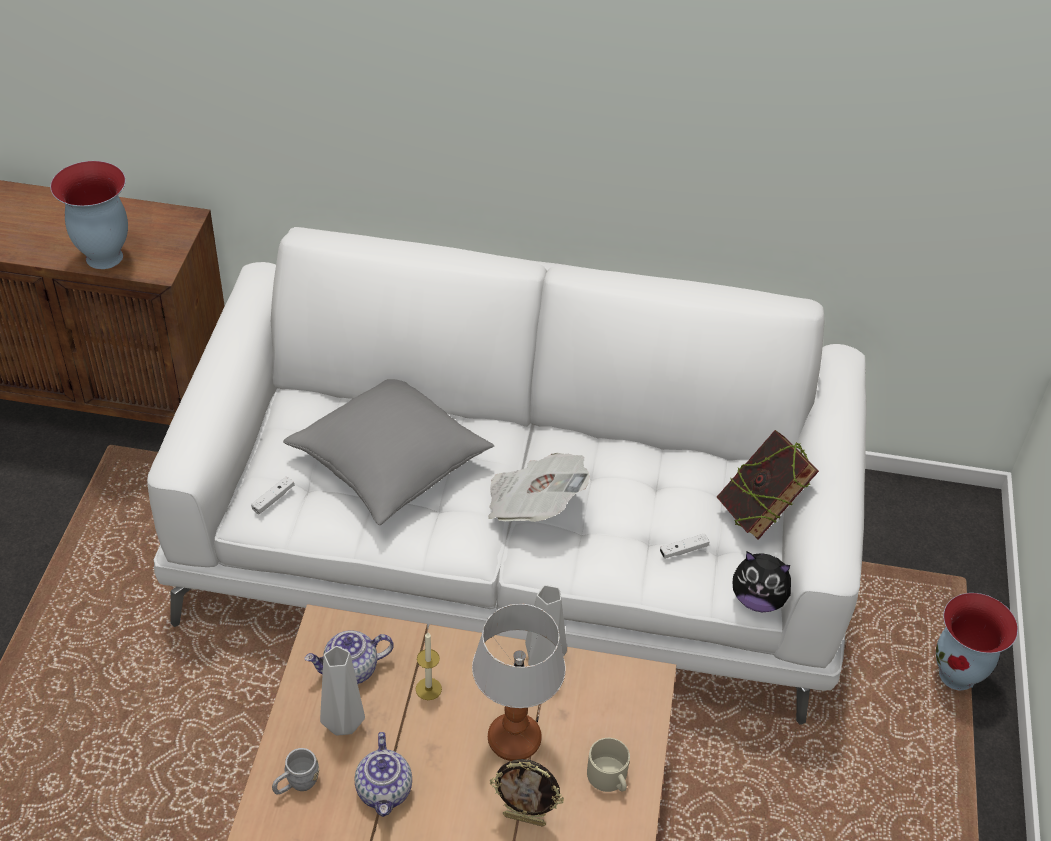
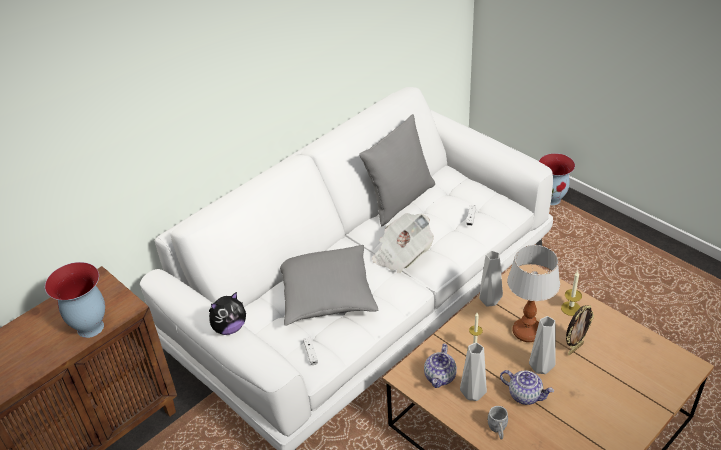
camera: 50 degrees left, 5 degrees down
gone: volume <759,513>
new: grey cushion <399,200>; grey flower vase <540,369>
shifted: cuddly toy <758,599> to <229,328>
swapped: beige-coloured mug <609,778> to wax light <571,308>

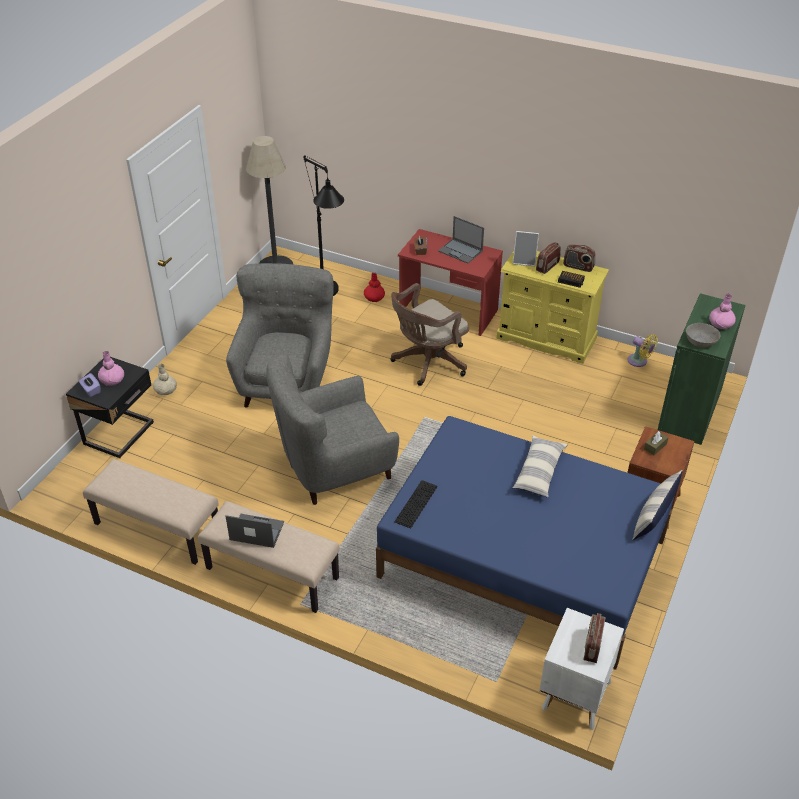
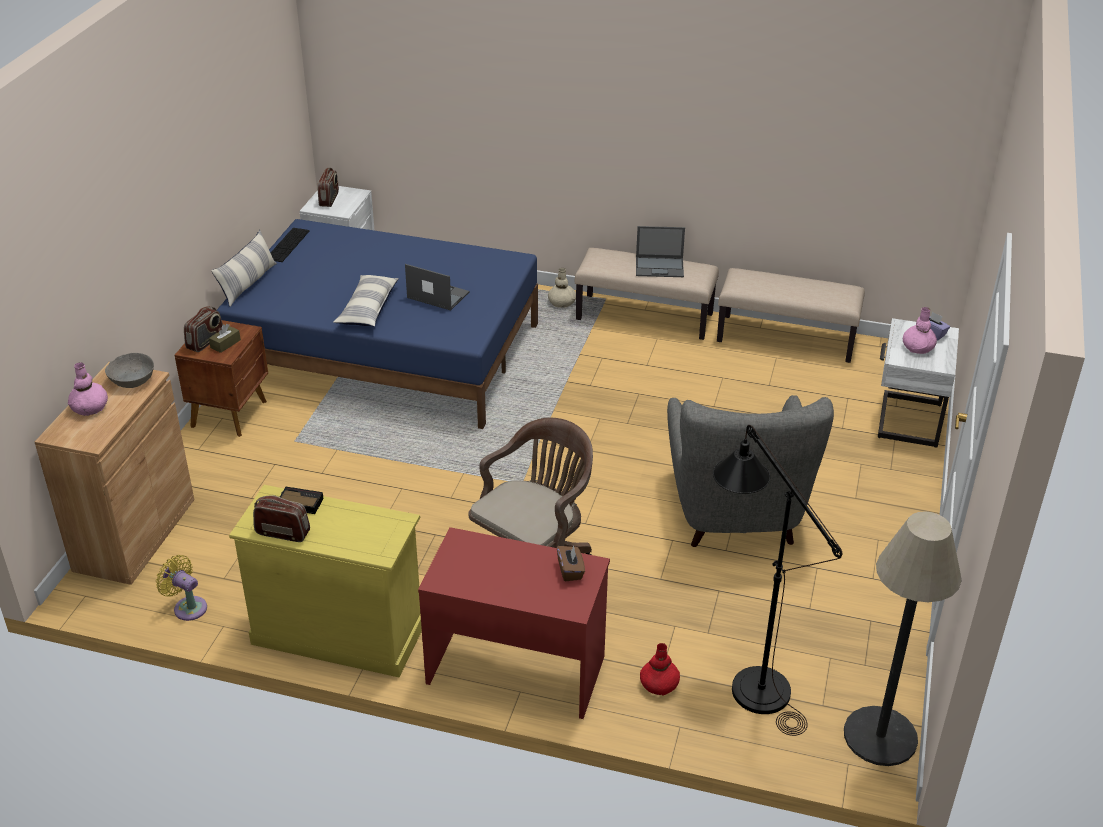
camera: 170 degrees right, 5 degrees down
gone: grey easy chair <334,468>; picture frame <524,261>
shifted: beige-coloured flower vase <166,389> to <561,302>; keyboard <416,504> to <287,245>; laptop <461,251> to <437,295>; radio receiver <547,266> to <205,342>
repainted: blackish night table <121,434> to white night table <906,421>; green cupboard <689,410> to brownish cupboard <135,534>

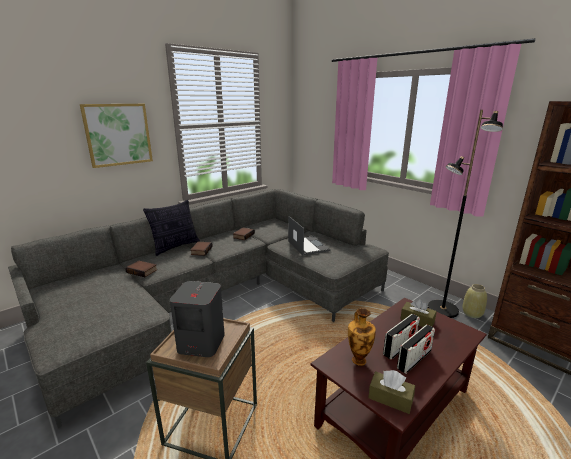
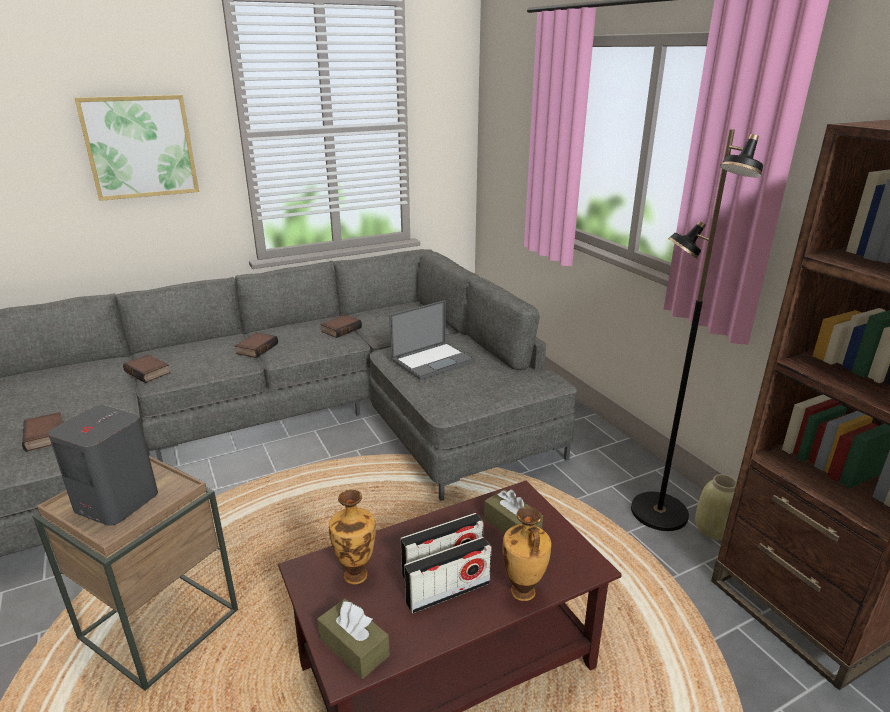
camera: 15 degrees right, 5 degrees up
gone: cushion <175,247>
new: volume <46,436>; flower vase <523,593>
rotated: laptop <308,246> = <433,360> 60 degrees clockwise

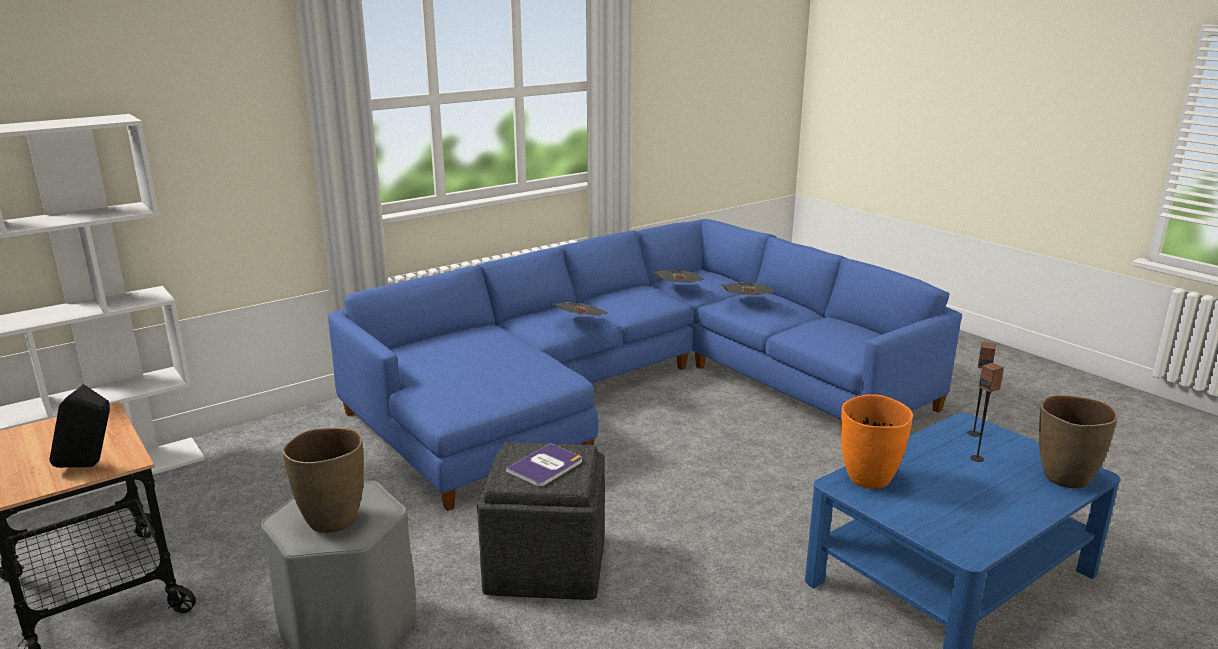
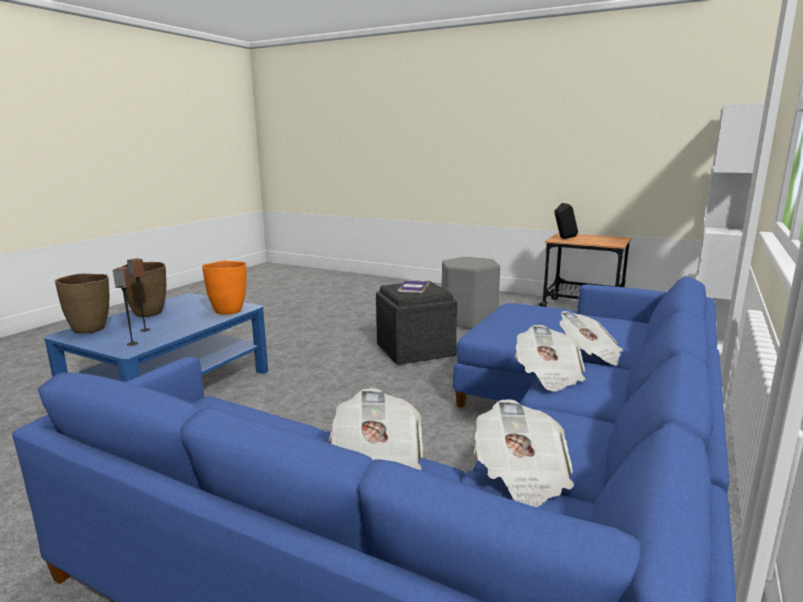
camera: 155 degrees right, 5 degrees down
new: printed paper <590,354>
shifted: brownish flower vase <332,520> to <149,313>

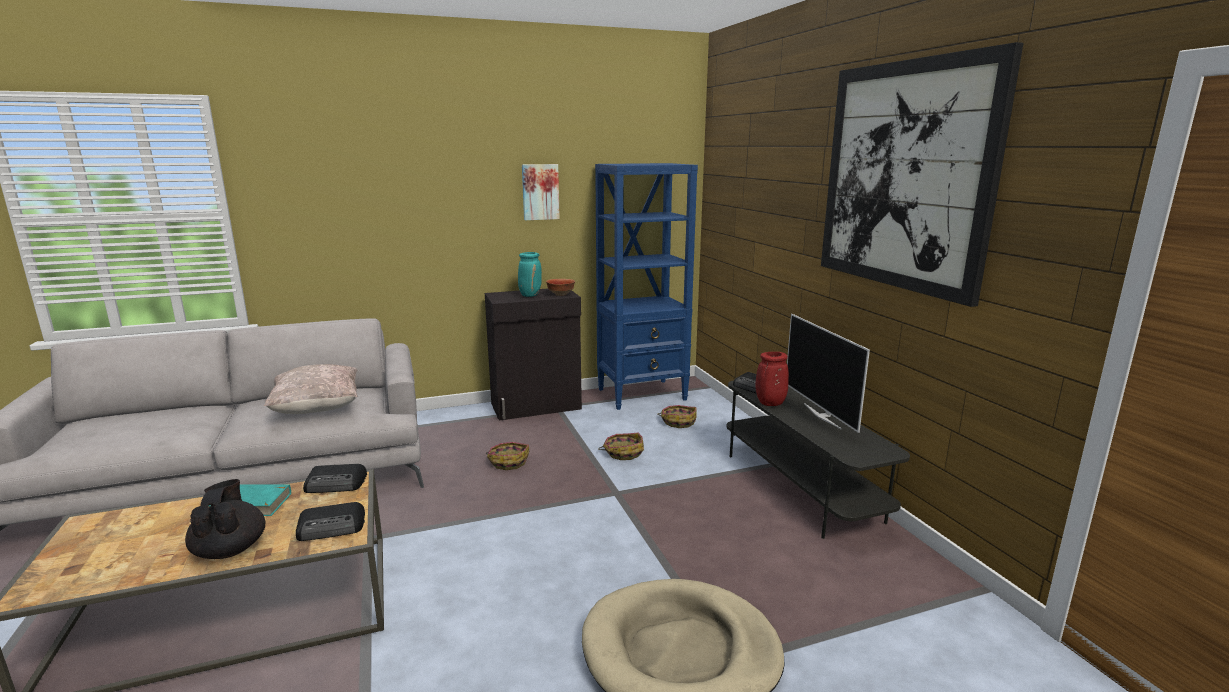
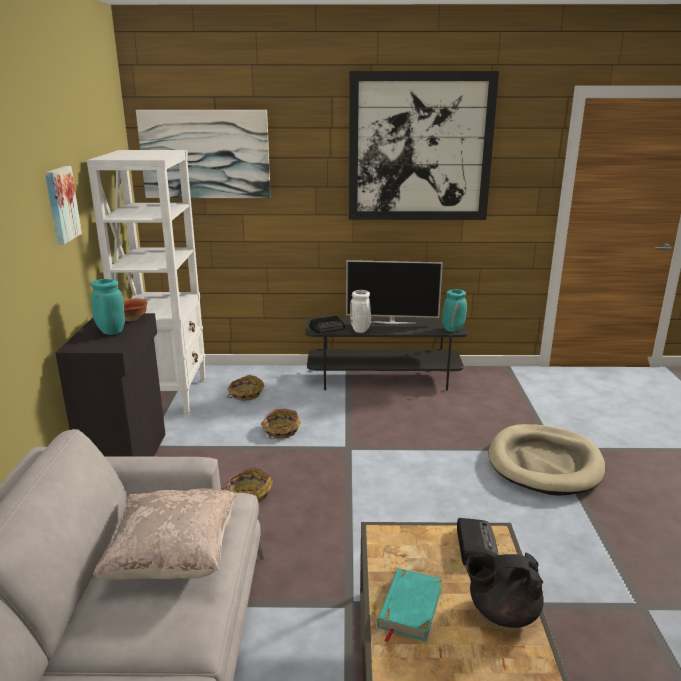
camera: 70 degrees left, 5 degrees up
gone: radio receiver <336,484>
new: wall art <205,154>; turquoise flower vase <453,329>
repainted: blue-coloured bookcase <643,394> to white bookcase <168,396>; reddish flower vase <770,404> to white flower vase <360,330>

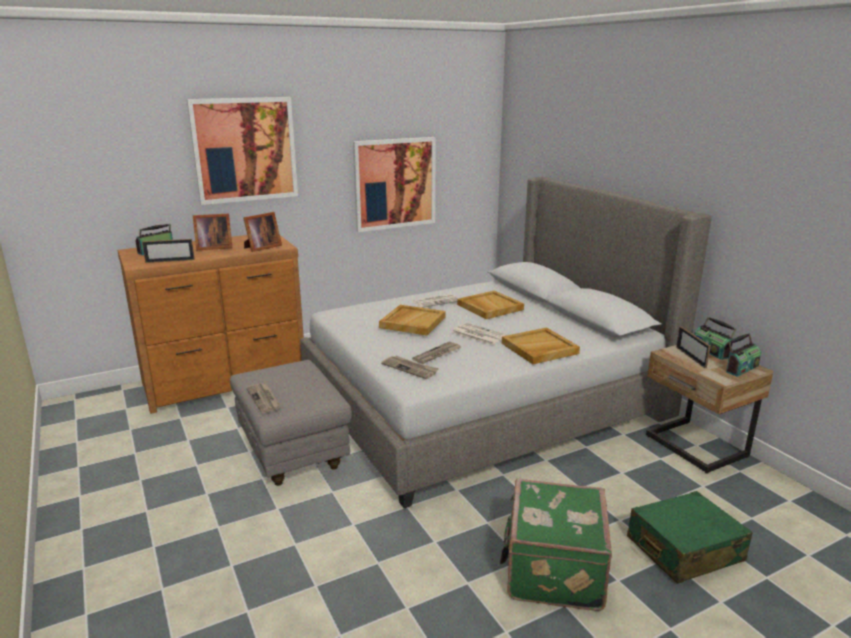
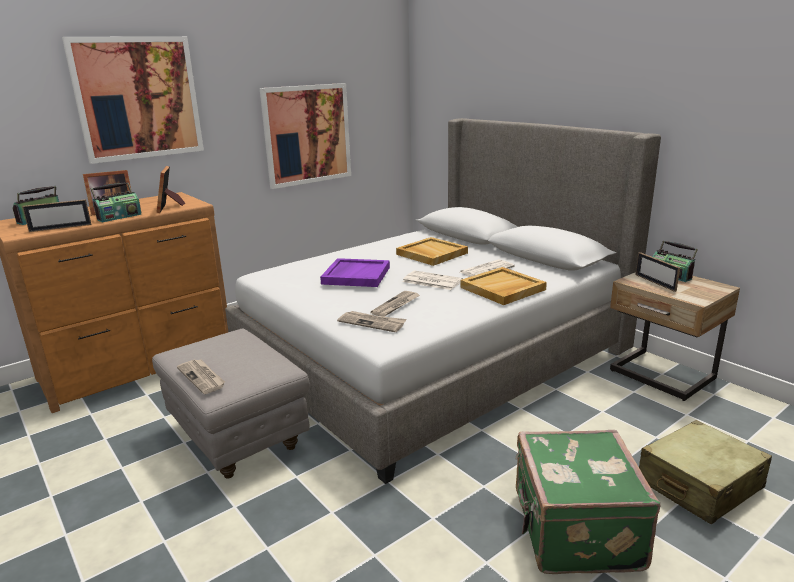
camera: 10 degrees left, 0 degrees up
shifted: printed paper <436,301> to <487,269>; radio receiver <741,368> to <119,217>
repainted: beige-coloured carrying tray <412,322> to purple carrying tray <356,275>; green travel case <684,549> to beige-coloured travel case <699,485>
rotated: picture frame <261,248> = <170,207> 135 degrees clockwise

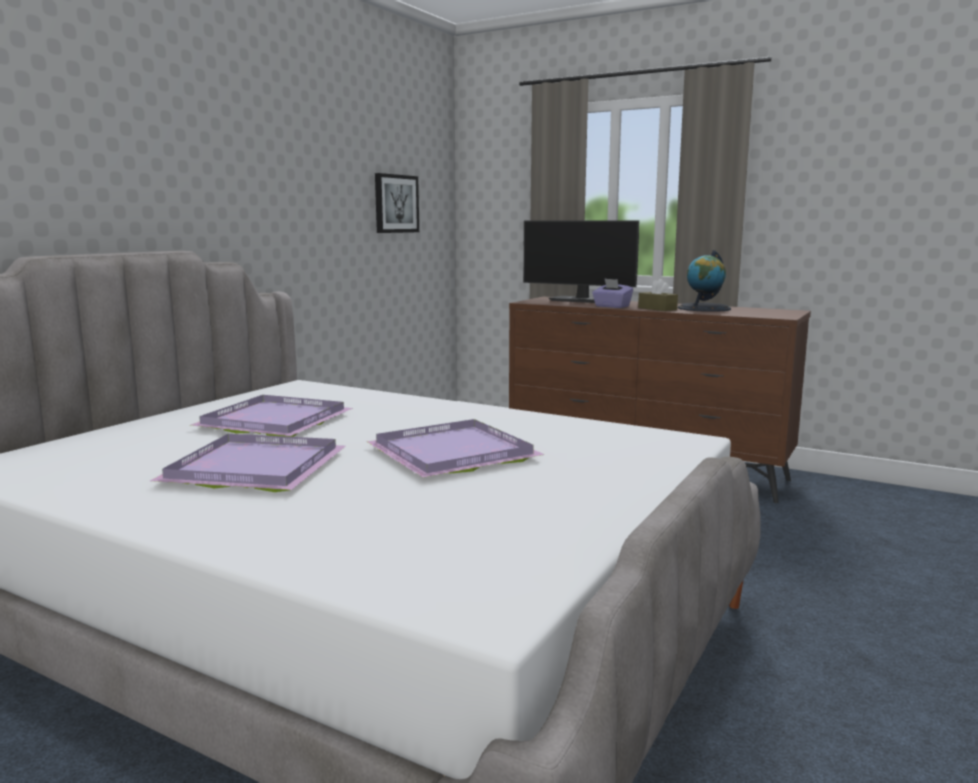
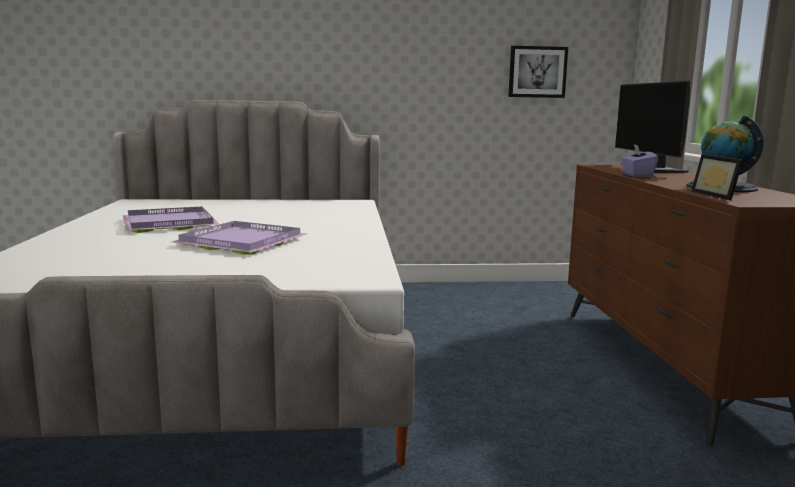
camera: 55 degrees right, 0 degrees up
gone: purple carrying tray <274,421>; brownish tissue holder <657,309>
new: picture frame <719,196>

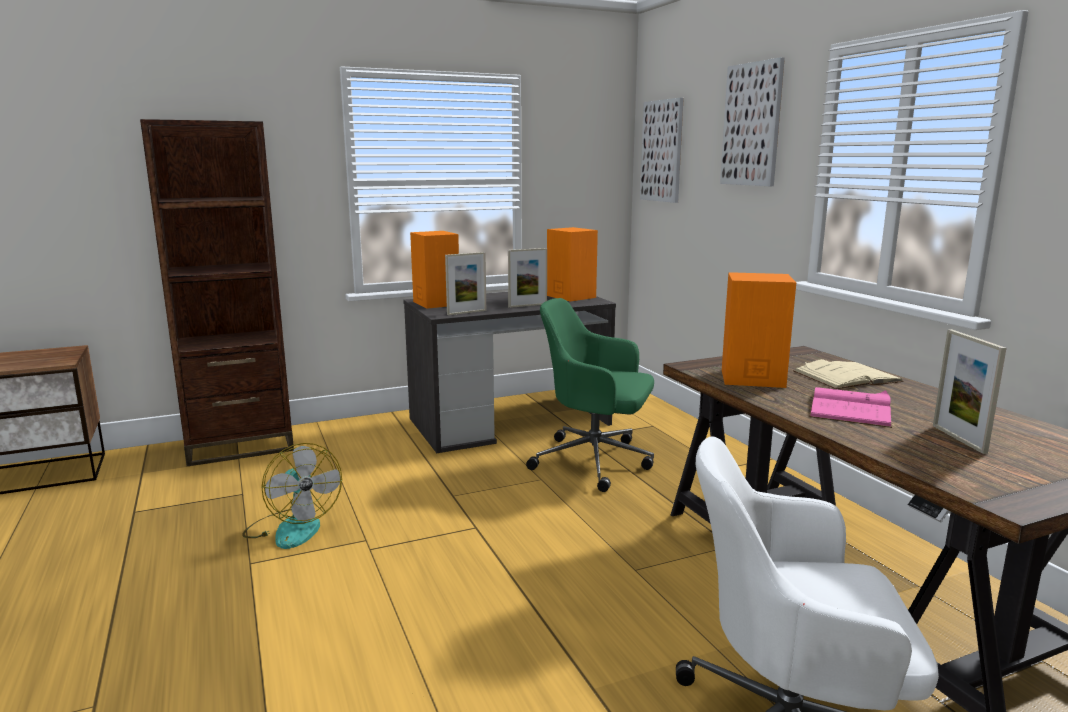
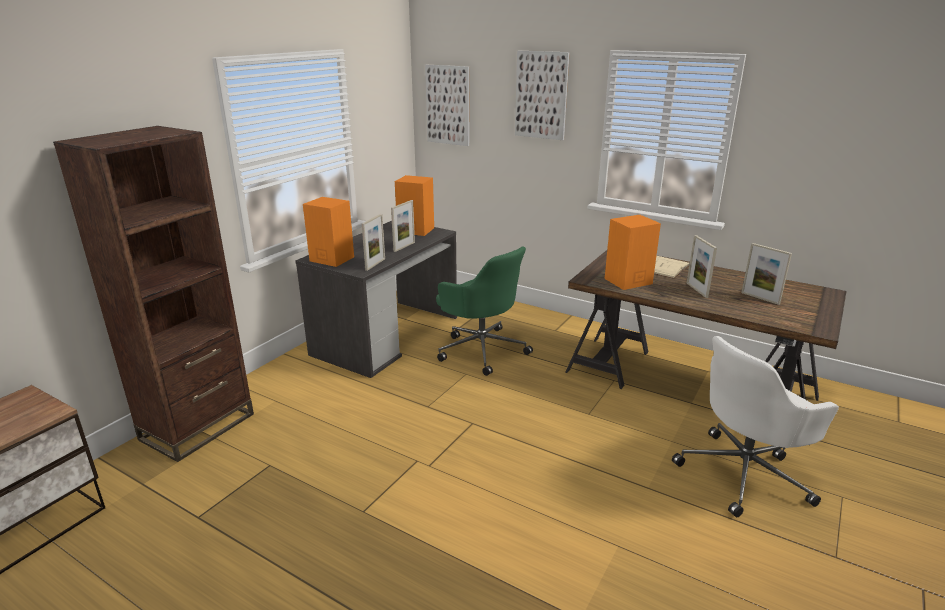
camera: 35 degrees left, 10 degrees up
gone: electric fan <292,528>
swapped: pink-coloured volume <850,407> to picture frame <697,290>
rotated: green office chair <595,461> = <481,349> 120 degrees counterclockwise

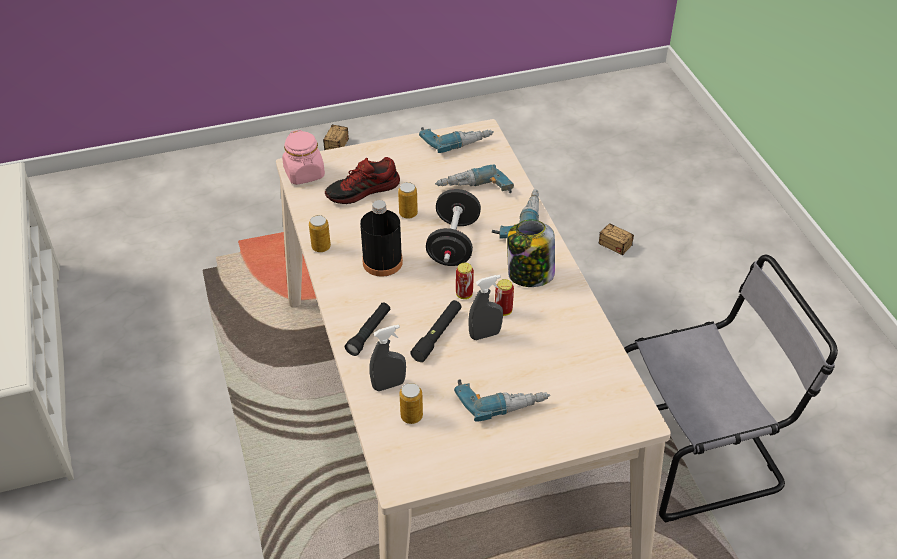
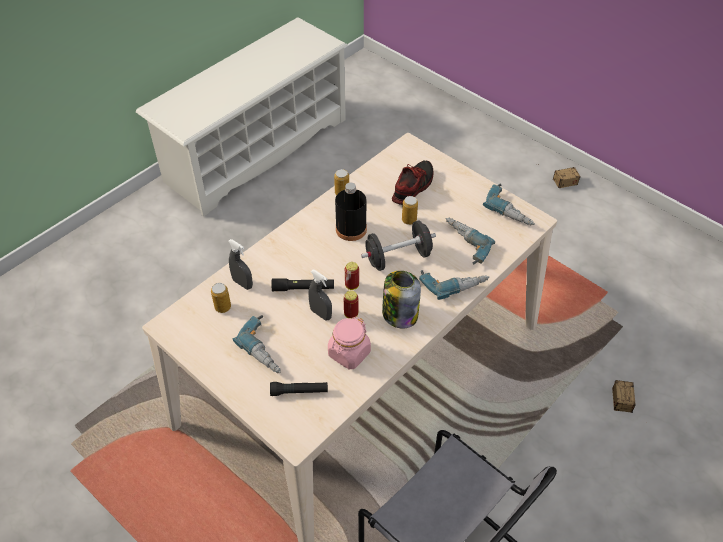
camera: 60 degrees right, 5 degrees up
shifted: pink-coloured jar <304,173> to <349,353>; blackish torch <369,333> to <299,391>
rotated: item of footwear <363,191> = <412,187> 90 degrees clockwise

